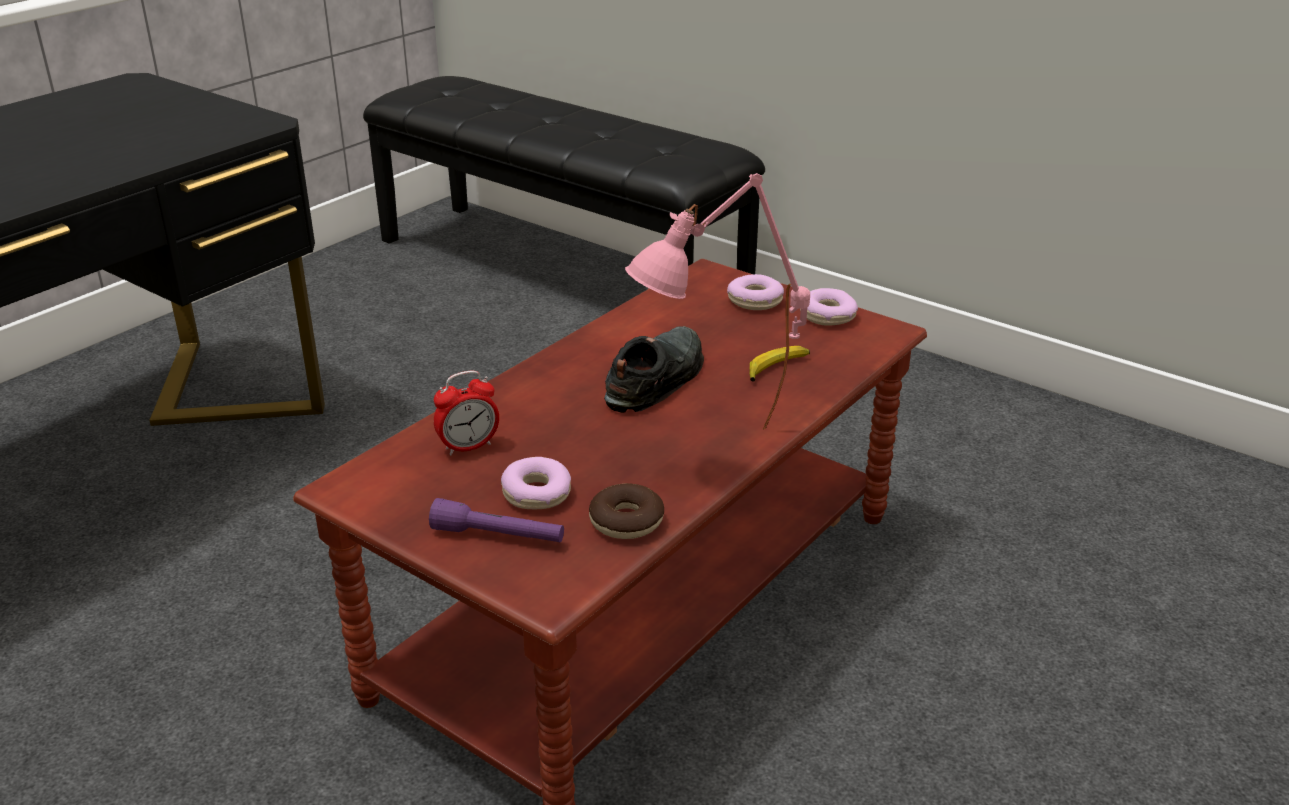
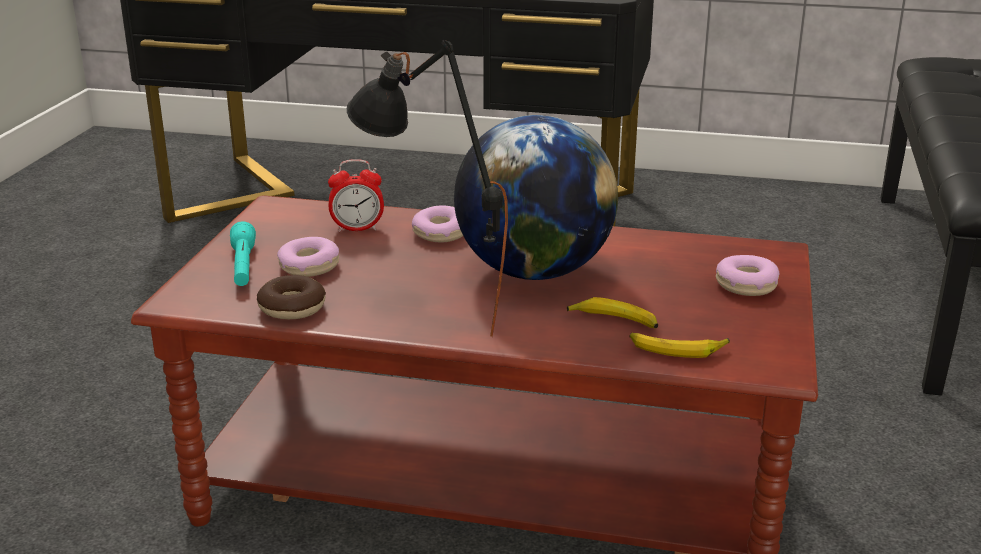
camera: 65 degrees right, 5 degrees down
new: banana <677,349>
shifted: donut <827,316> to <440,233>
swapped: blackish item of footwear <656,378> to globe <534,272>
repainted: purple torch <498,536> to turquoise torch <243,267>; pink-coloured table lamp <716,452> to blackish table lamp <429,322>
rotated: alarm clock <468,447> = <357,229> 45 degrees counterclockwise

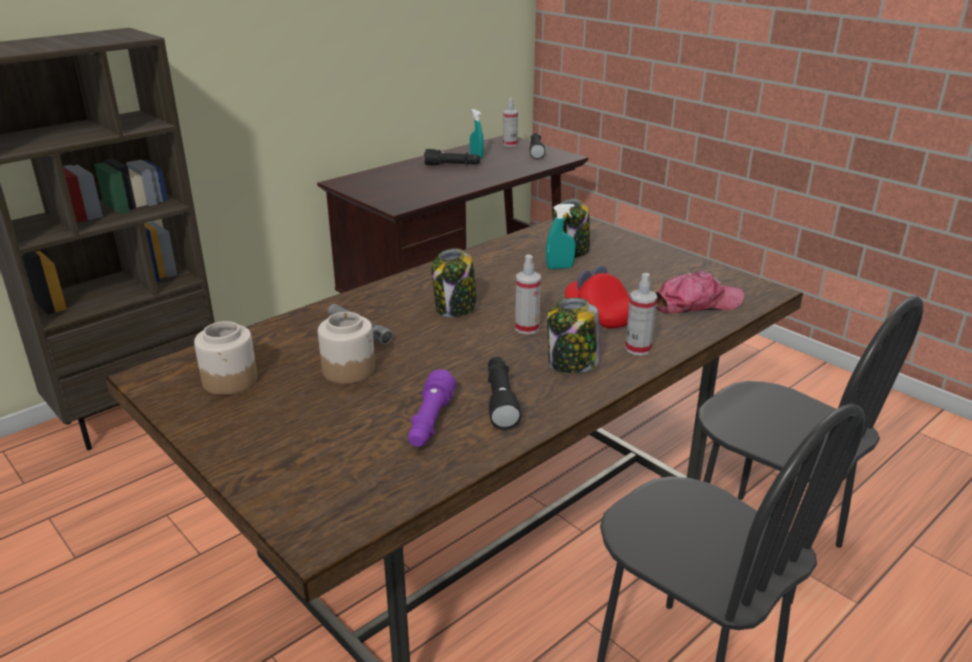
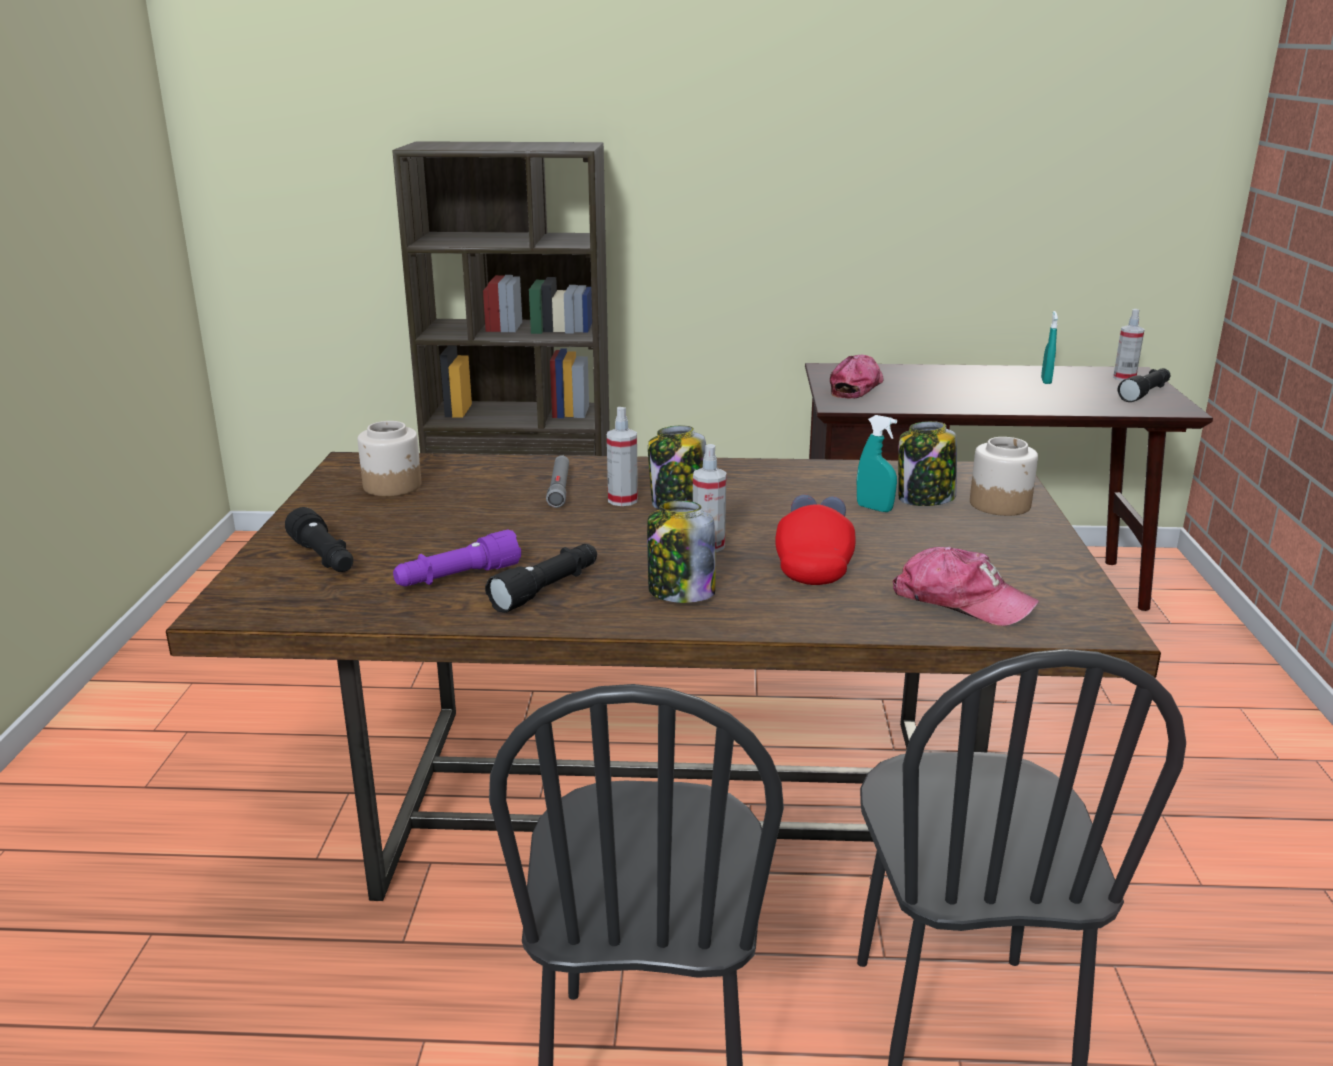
camera: 45 degrees right, 5 degrees down
new: baseball cap <856,387>
shifted: jar <348,369> to <1000,504>; blackish torch <452,166> to <324,558>; spray bottle <638,349> to <622,500>

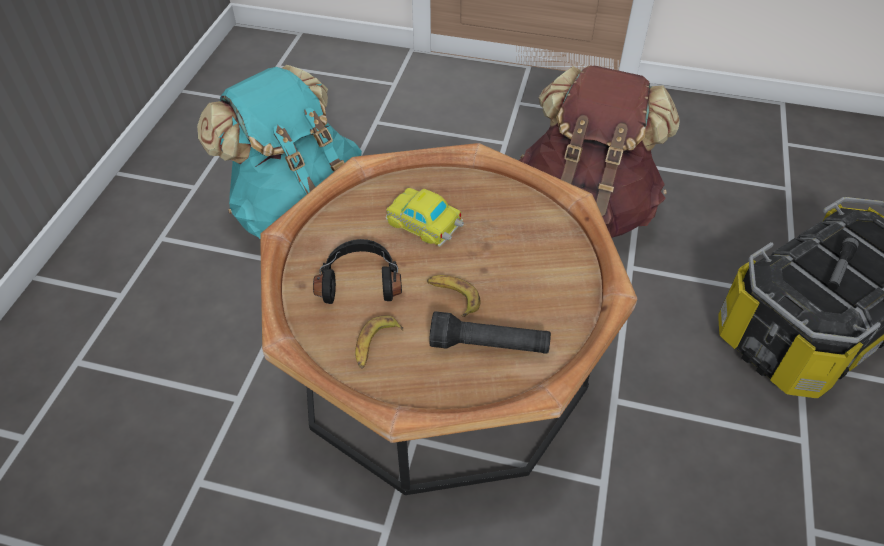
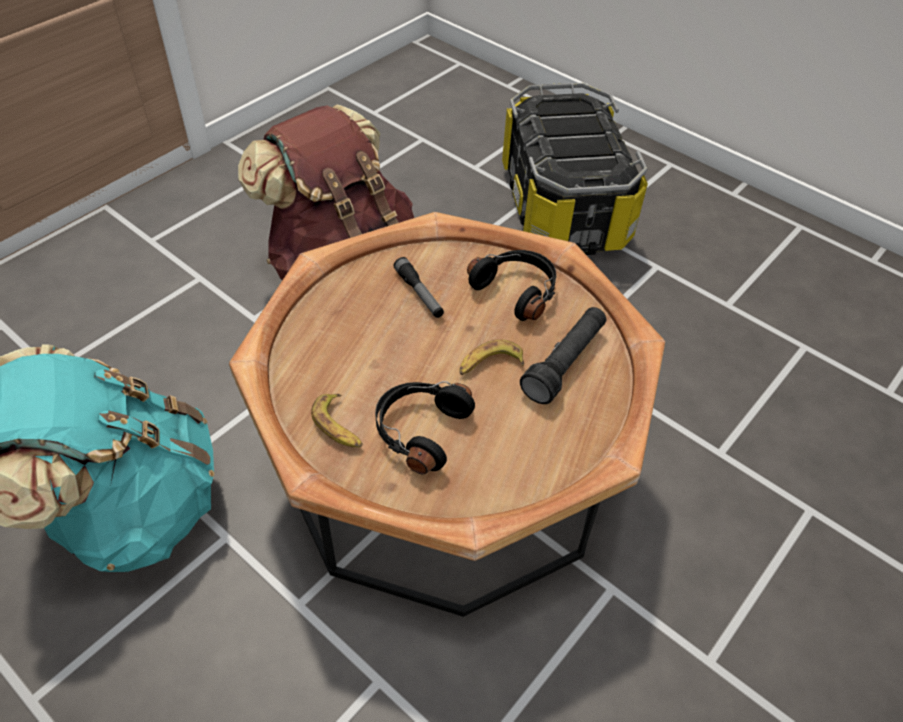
camera: 65 degrees left, 0 degrees up
gone: miniature car <425,223>
new: blackish headset <517,291>
shifted: banana <375,345> to <339,426>; torch <839,268> to <419,293>

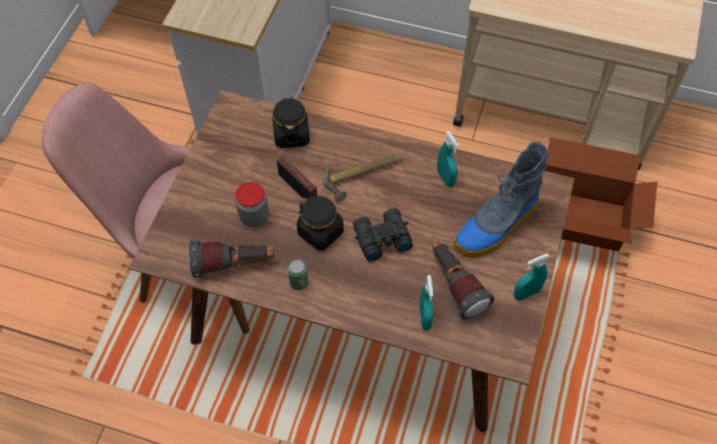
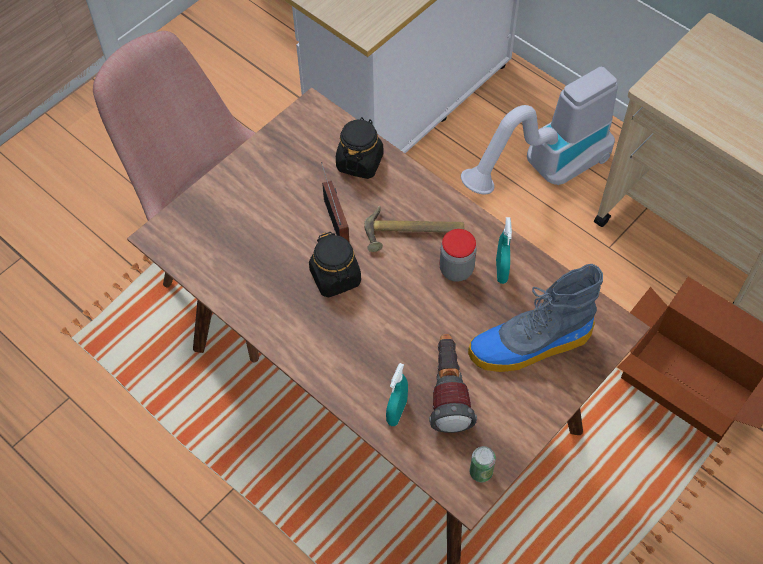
camera: 25 degrees right, 0 degrees up
gone: torch <233,265>; blackish field glasses <380,238>; turquoise spray bottle <526,293>
new: hoover <544,172>
shifted: jar <254,217> to <456,269>; can <299,282> to <481,472>

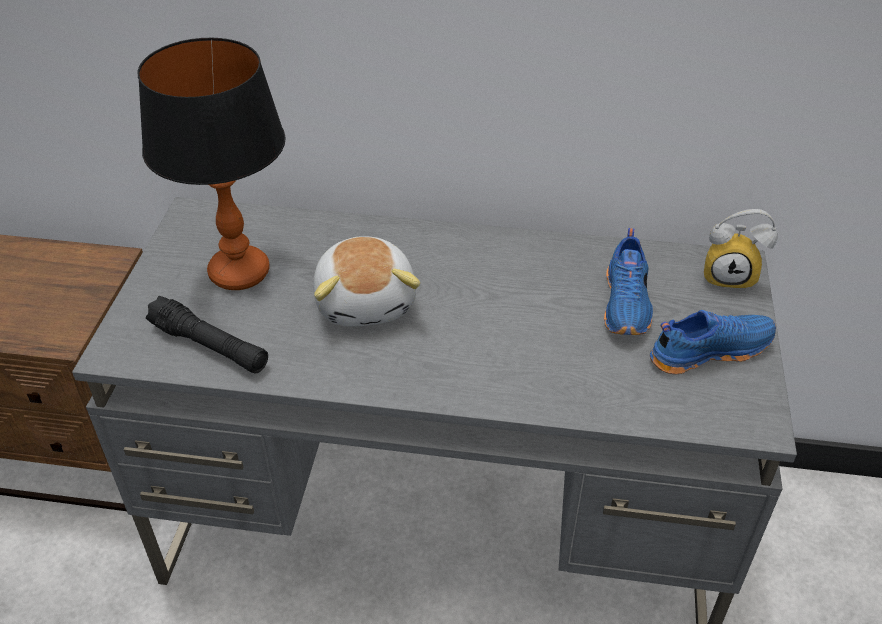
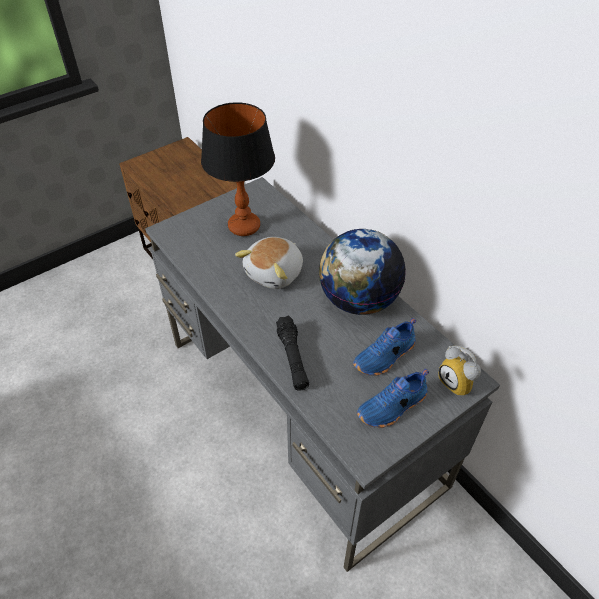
camera: 45 degrees right, 5 degrees up
new: globe <358,300>
shifted: blackish torch <210,346> to <292,358>
rotated: blue-coloured item of footwear <708,350> = <393,407> 120 degrees clockwise

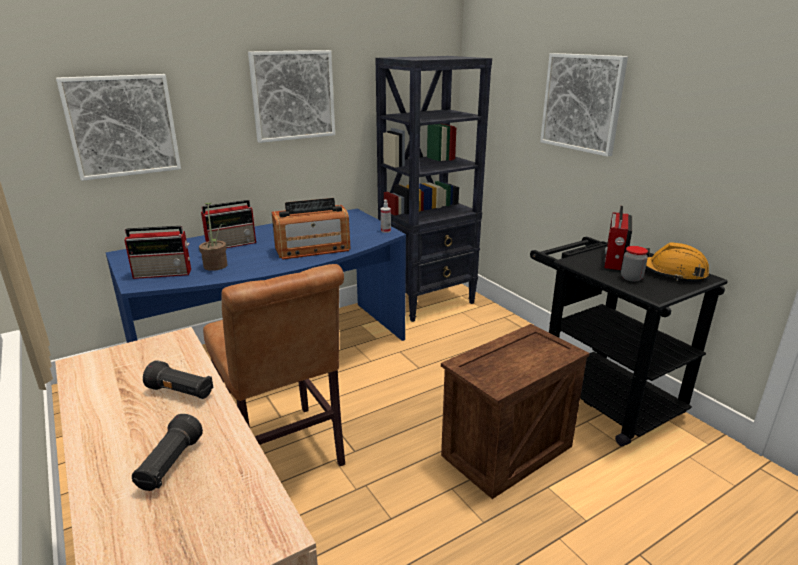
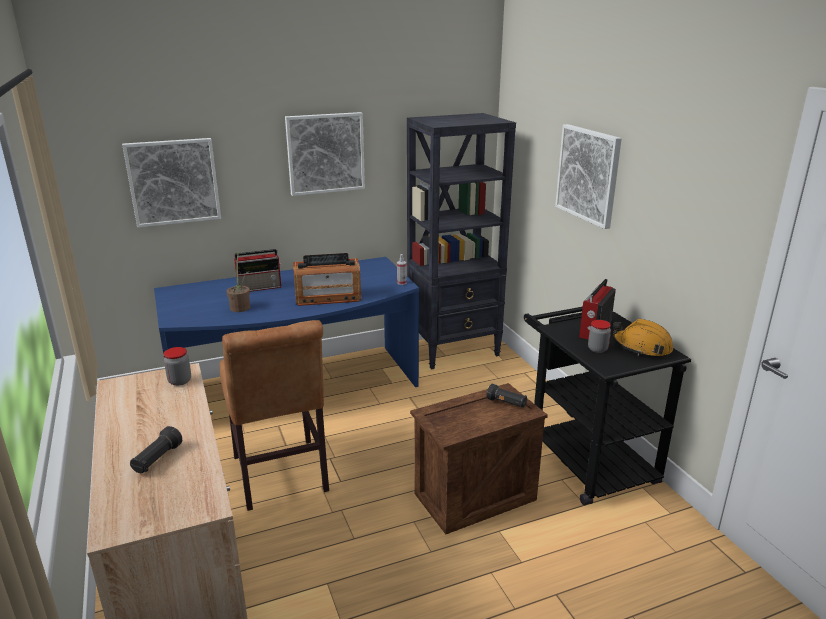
camera: 10 degrees right, 0 degrees up
gone: radio receiver <164,273>
new: jar <180,381>
shifted: blackish torch <181,393> to <506,403>

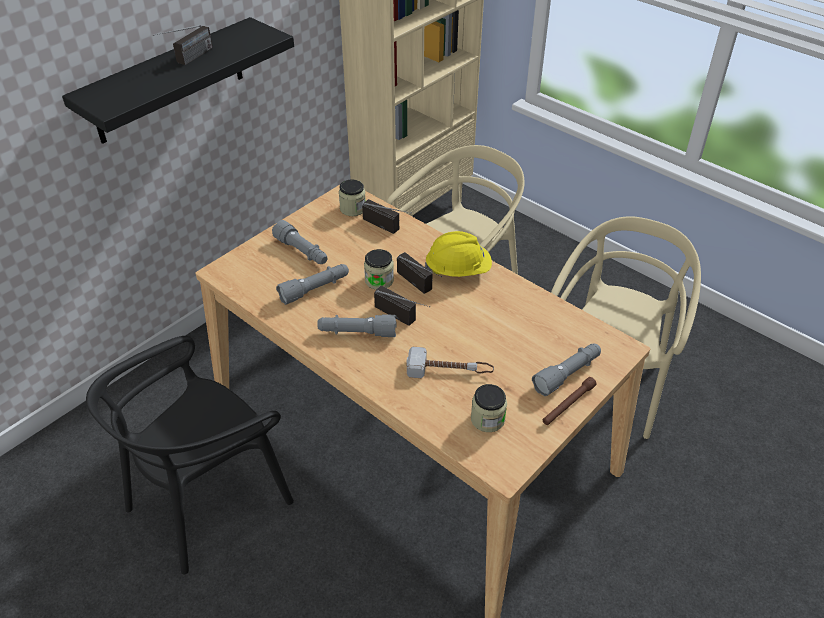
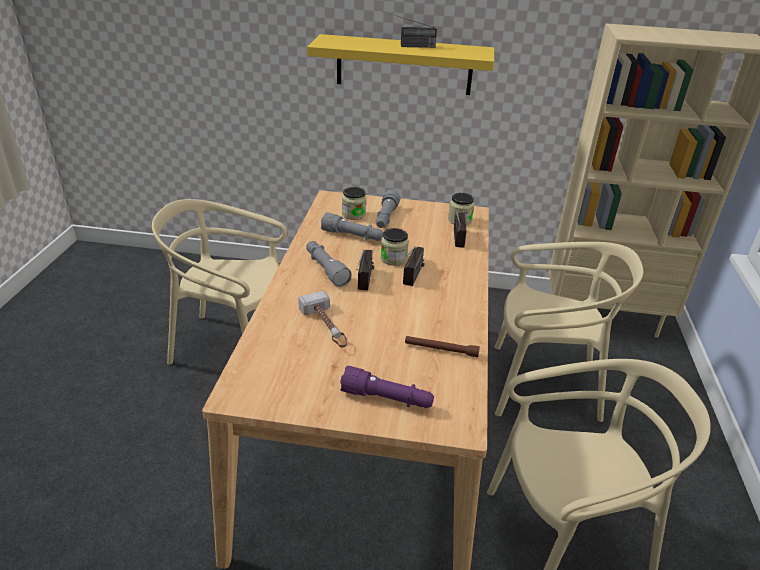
camera: 55 degrees right, 10 degrees down
gone: yellowish hard hat <458,270>
shifted: jar <487,419> to <353,214>; brownish torch <568,405> to <441,350>
repainted: blackish wall shelf <169,81> to yellowish wall shelf <404,65>; blackish upright chair <208,500> to beige-coloured upright chair <232,346>; grey torch <567,374> to purple torch <387,399>

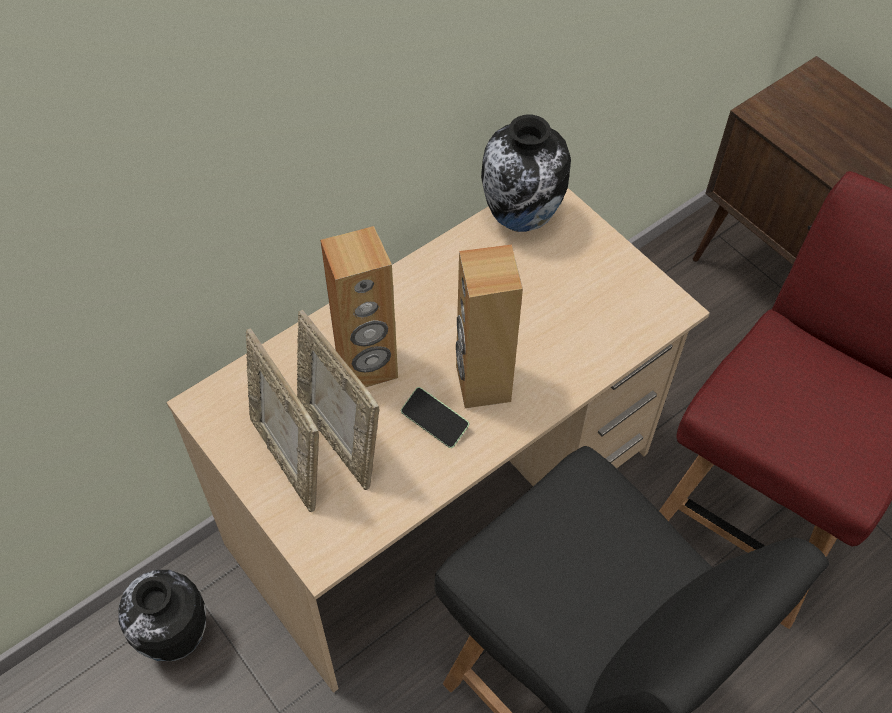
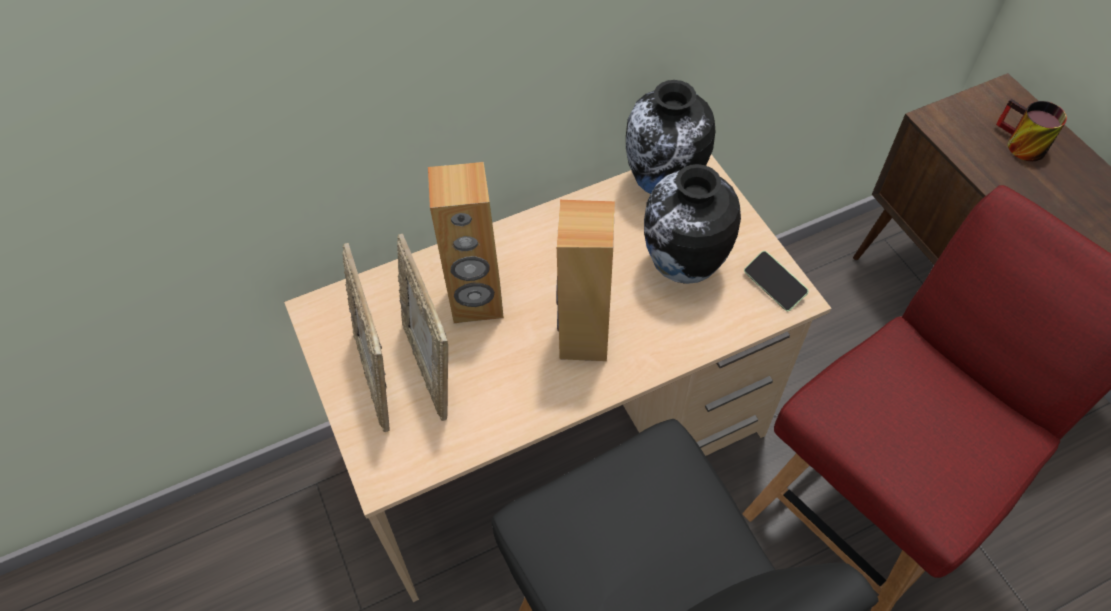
camera: 15 degrees right, 0 degrees up
new: mug <1018,145>
shifted: flower vase <175,639> to <682,268>; handset <434,422> to <774,286>

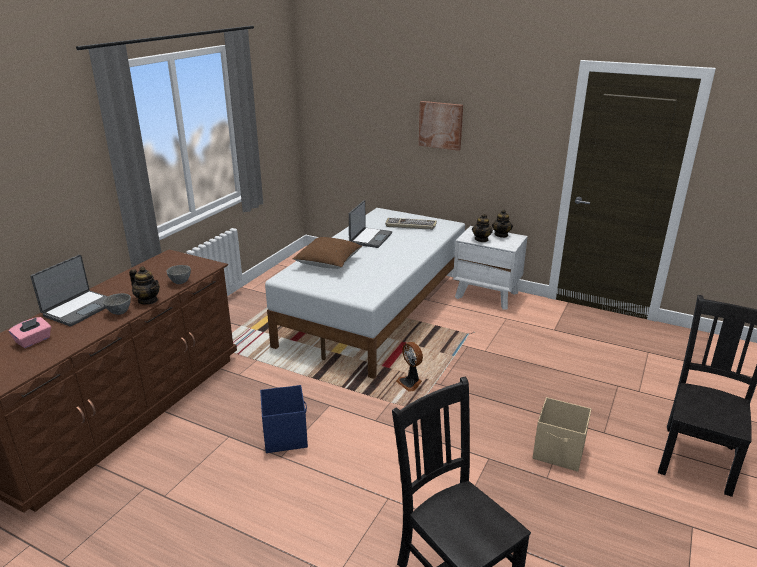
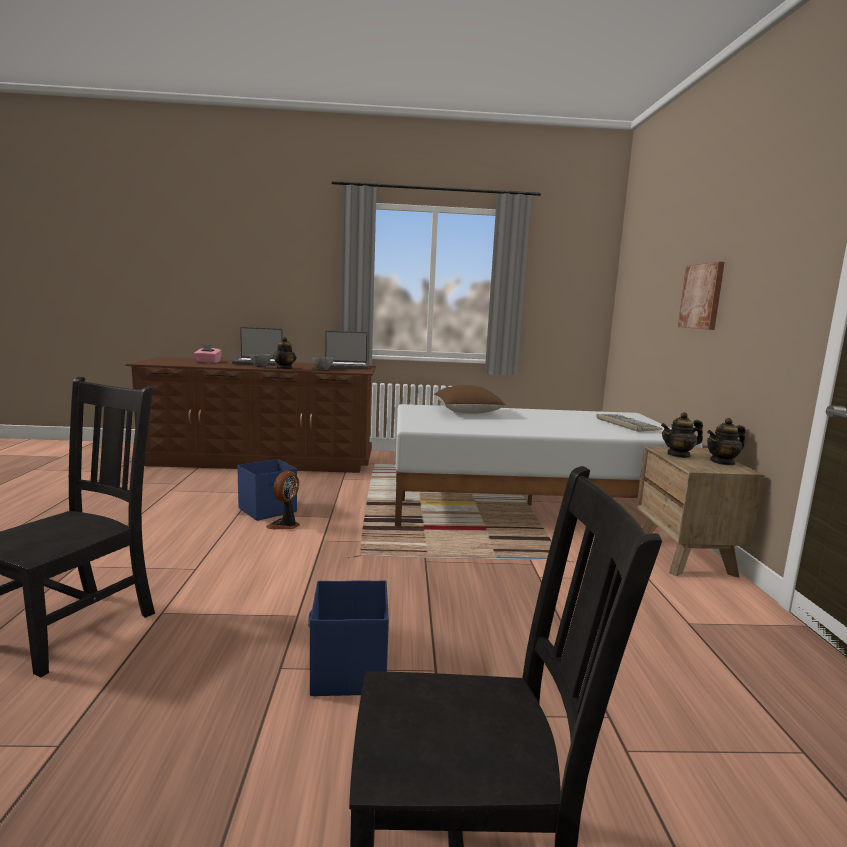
camera: 60 degrees right, 15 degrees down
shifted: laptop <370,238> to <346,366>; electric fan <410,383> to <285,525>
repainted: white night table <487,295> to brownish night table <685,556>; beige-coloured storage container <559,452> to blue-coloured storage container <348,672>

